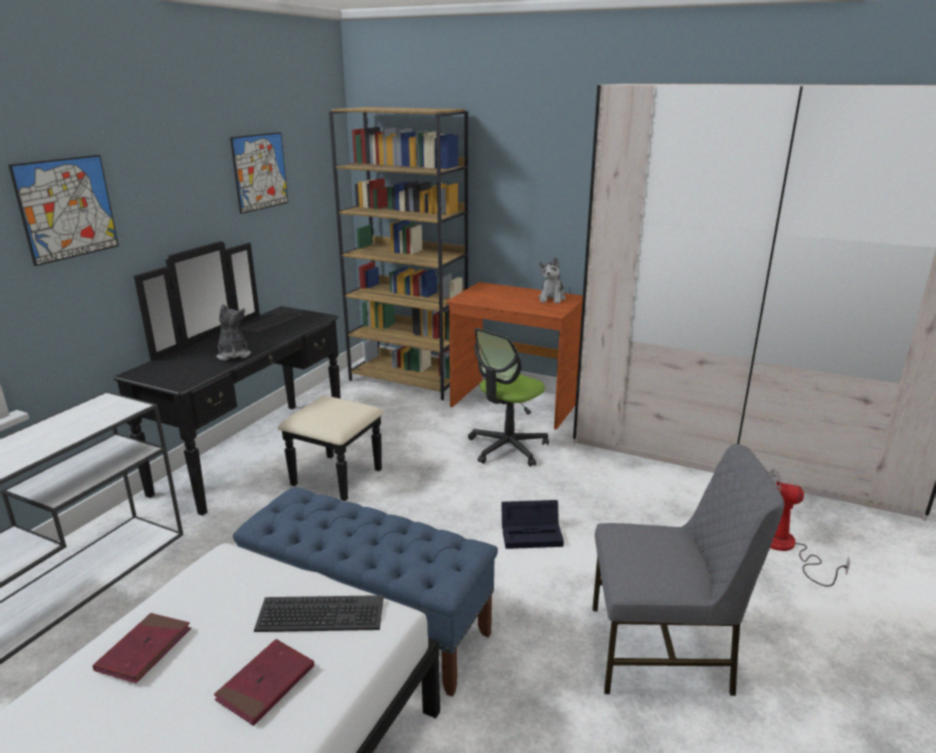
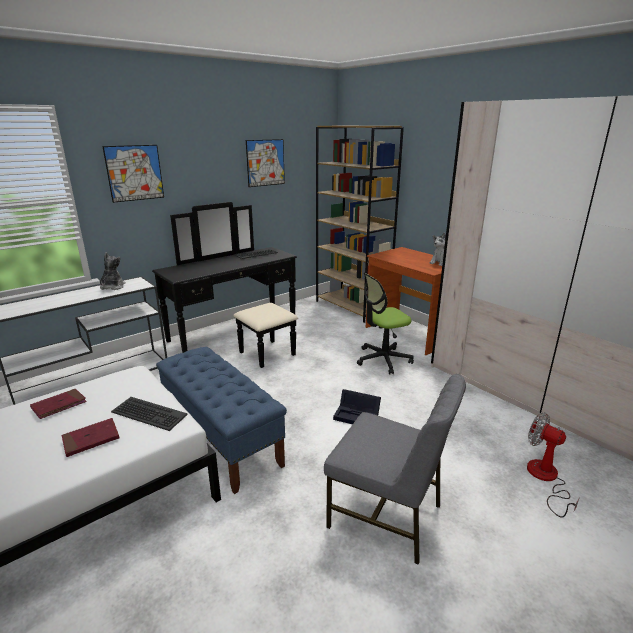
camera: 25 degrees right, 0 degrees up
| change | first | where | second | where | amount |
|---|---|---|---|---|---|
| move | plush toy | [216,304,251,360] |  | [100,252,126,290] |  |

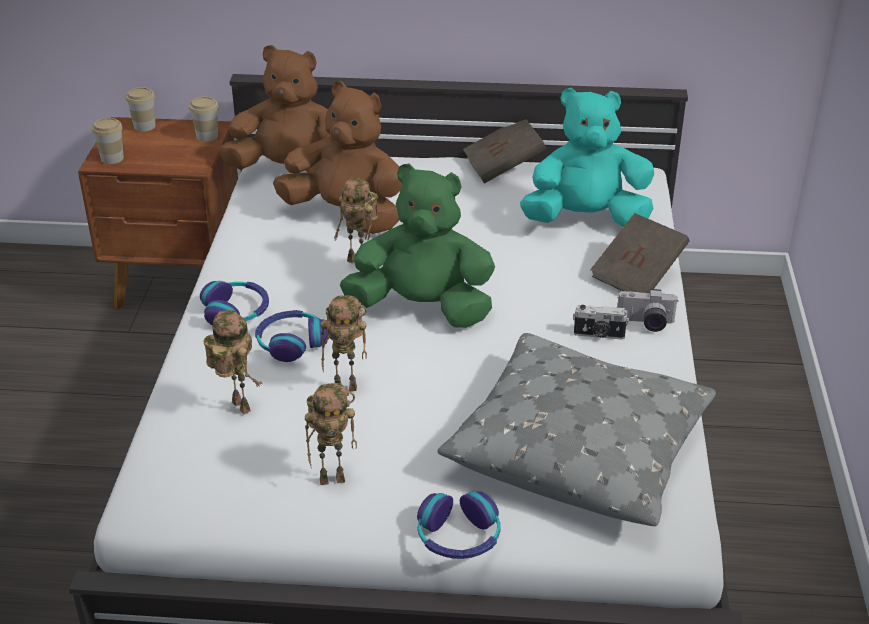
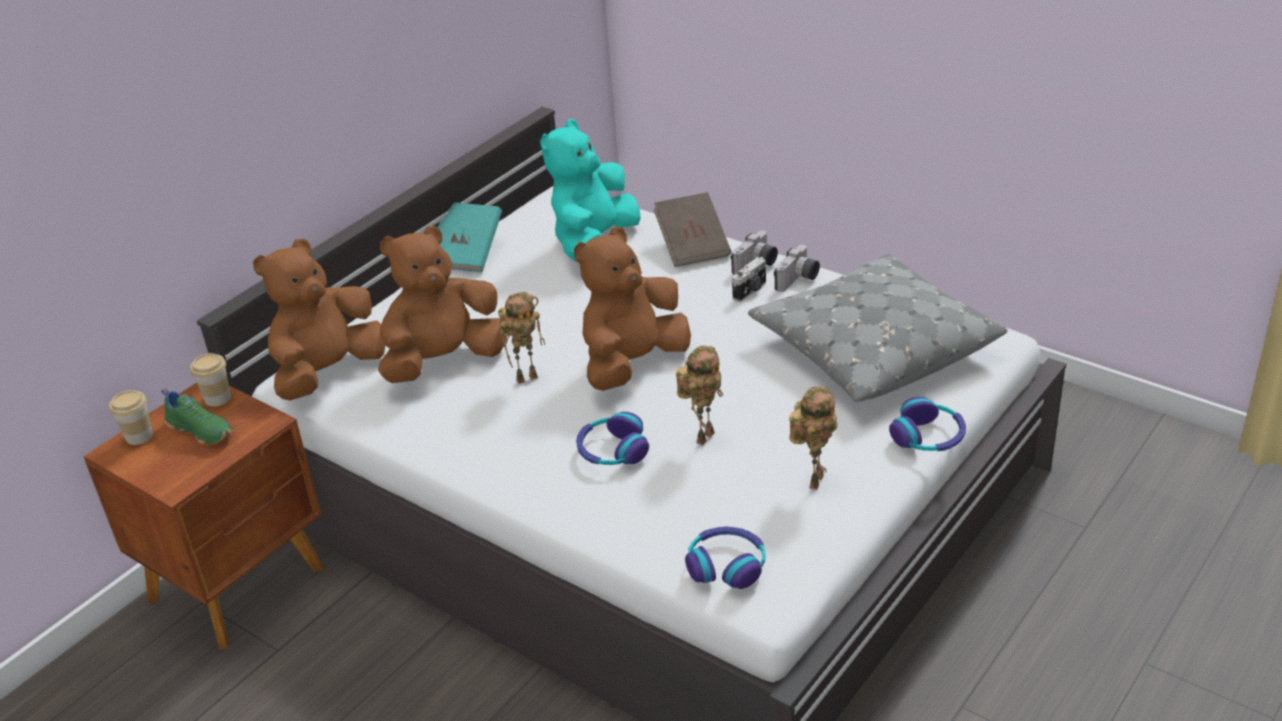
camera: 55 degrees left, 0 degrees up
| change | first | where | second | where | amount |
|---|---|---|---|---|---|
| delete | cup | [92,118,124,164] |  |  |  |
| move | headset | [200,281,269,326] |  | [685,527,766,589] |  |
| delete | robot figure | [203,310,262,414] |  |  |  |
| recolor | greenish plush toy | [340,163,495,328] | brown plush toy | [574,227,691,391] |  |
| recolor | brown book | [463,119,546,184] | turquoise book | [438,202,502,272] |  |
| insert |  |  | greenish shoe | [161,388,233,445] |  |
| insert |  |  | photo camera | [774,245,820,292] |  |

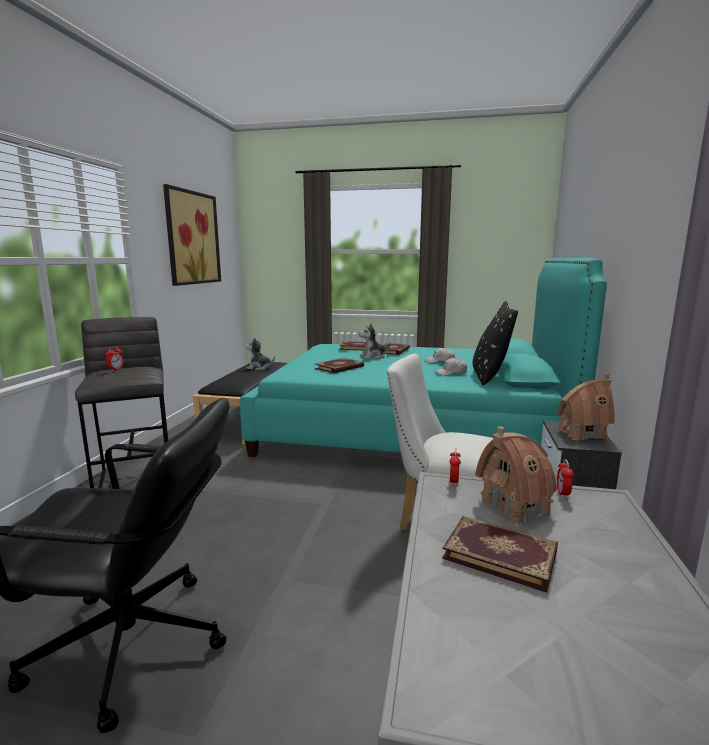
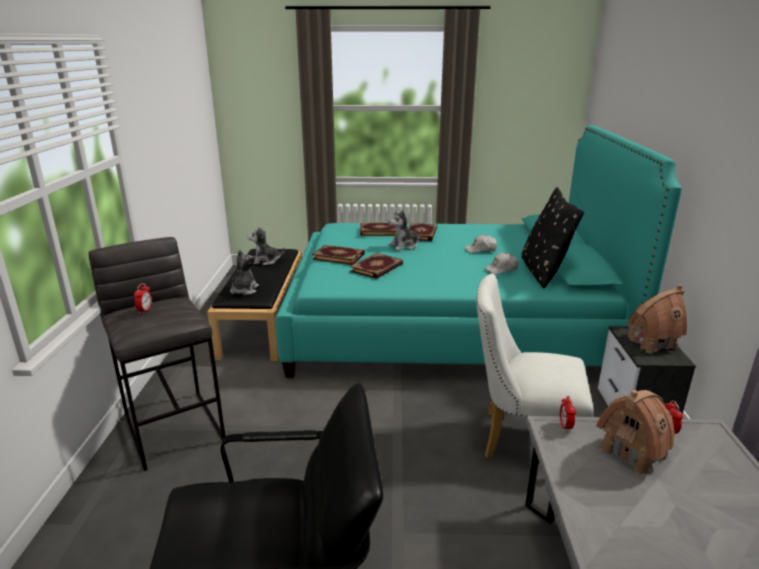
camera: 10 degrees left, 10 degrees up
| change | first | where | second | where | amount |
|---|---|---|---|---|---|
| delete | wall picture | [163,184,221,286] |  |  |  |
| move | book | [442,516,558,592] |  | [312,245,365,265] |  |
| insert |  |  | plush toy | [230,249,259,295] |  |

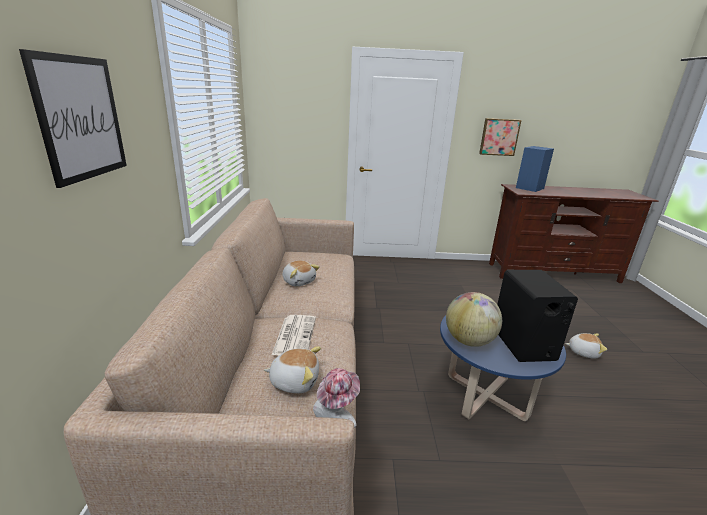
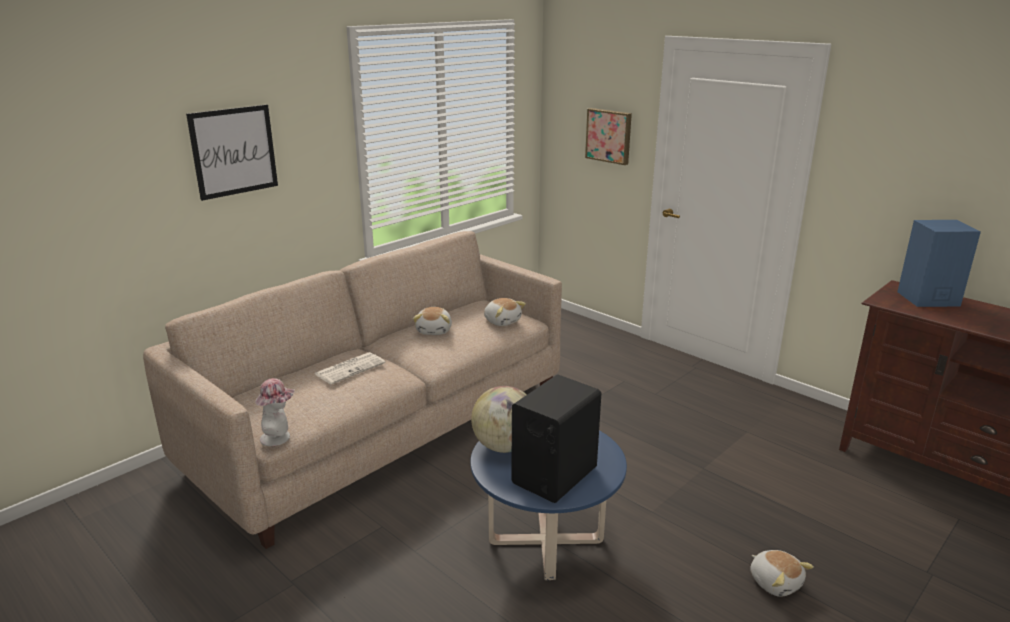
camera: 45 degrees right, 0 degrees up
| change | first | where | second | where | amount |
|---|---|---|---|---|---|
| move | plush toy | [264,347,321,393] |  | [484,298,526,326] |  |
| move | wall picture | [479,118,522,156] |  | [585,108,632,165] |  |

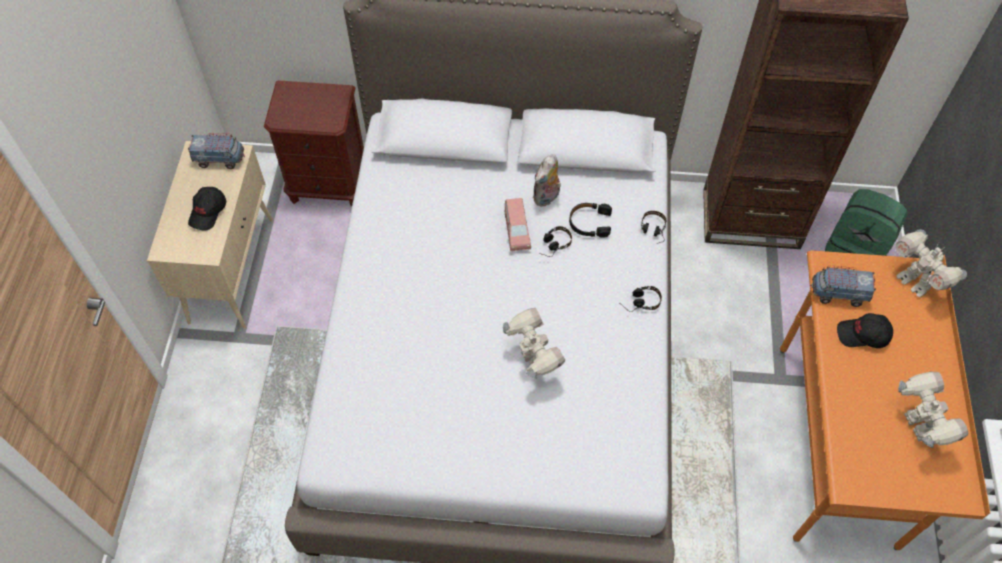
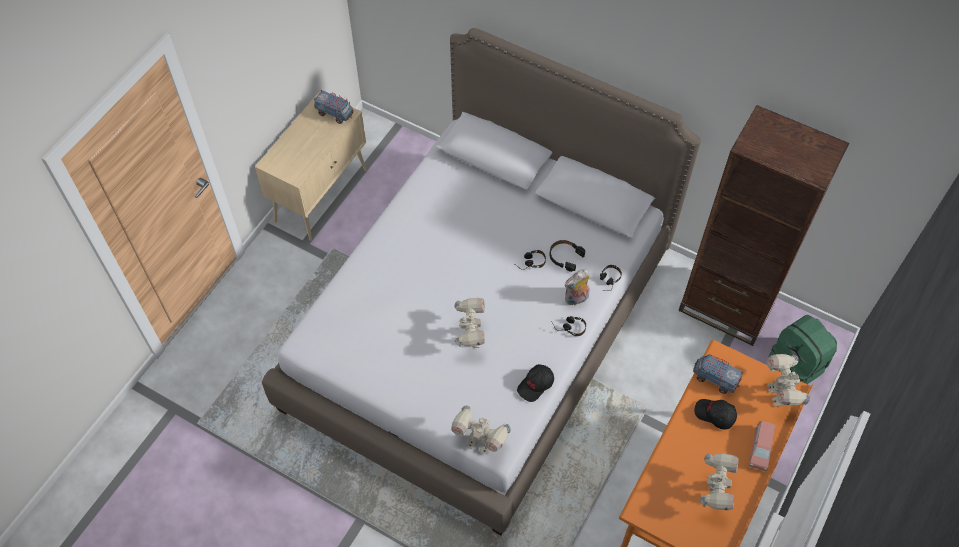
camera: 25 degrees right, 0 degrees up
| change | first | where | second | where | amount |
|---|---|---|---|---|---|
| move | black baseball cap | [188,187,226,231] |  | [517,364,554,402] |  |
| delete | brown nightstand | [264,80,364,206] |  |  |  |
| move | pink-coloured miniature car | [505,198,531,251] |  | [748,421,776,472] |  |
| move | plush toy | [533,154,561,207] |  | [565,269,590,305] |  |
| insert |  |  | robot figure | [451,406,511,454] |  |

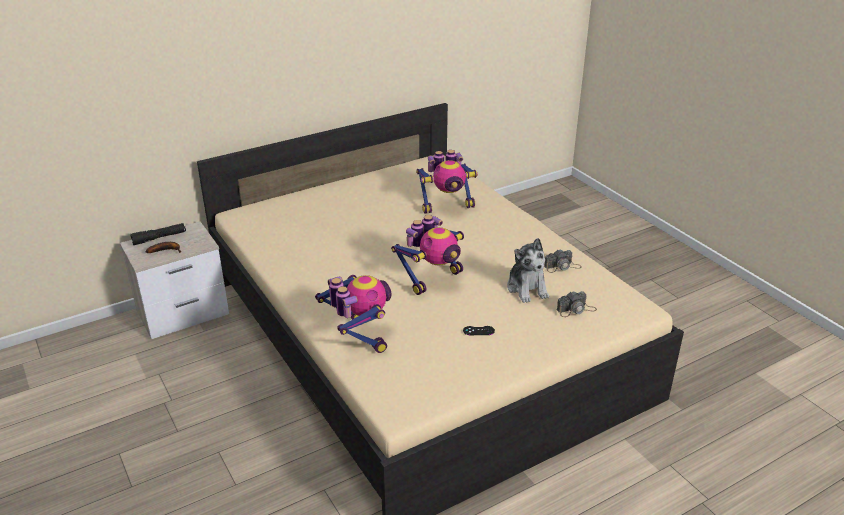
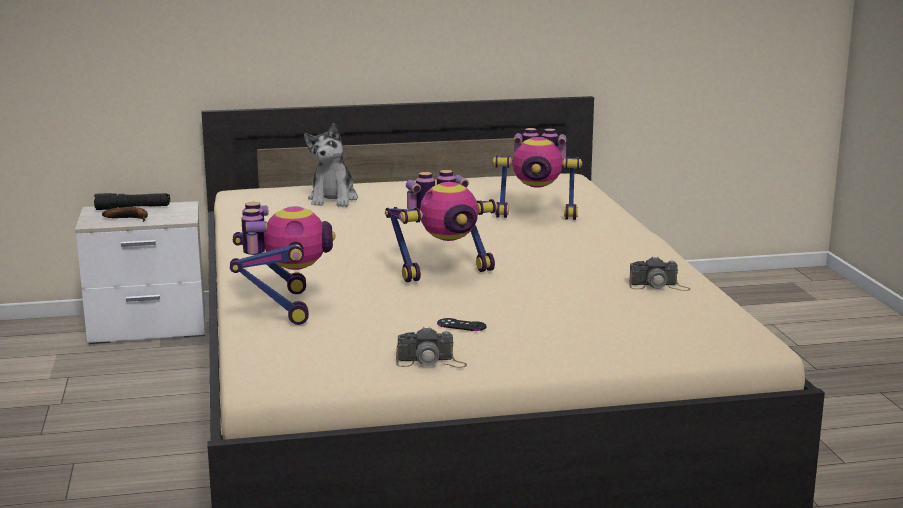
camera: 20 degrees right, 15 degrees down
| change | first | where | second | where | amount |
|---|---|---|---|---|---|
| move | plush toy | [507,238,549,303] |  | [304,123,358,207] |  |
| move | photo camera | [557,291,597,317] |  | [396,326,467,368] |  |

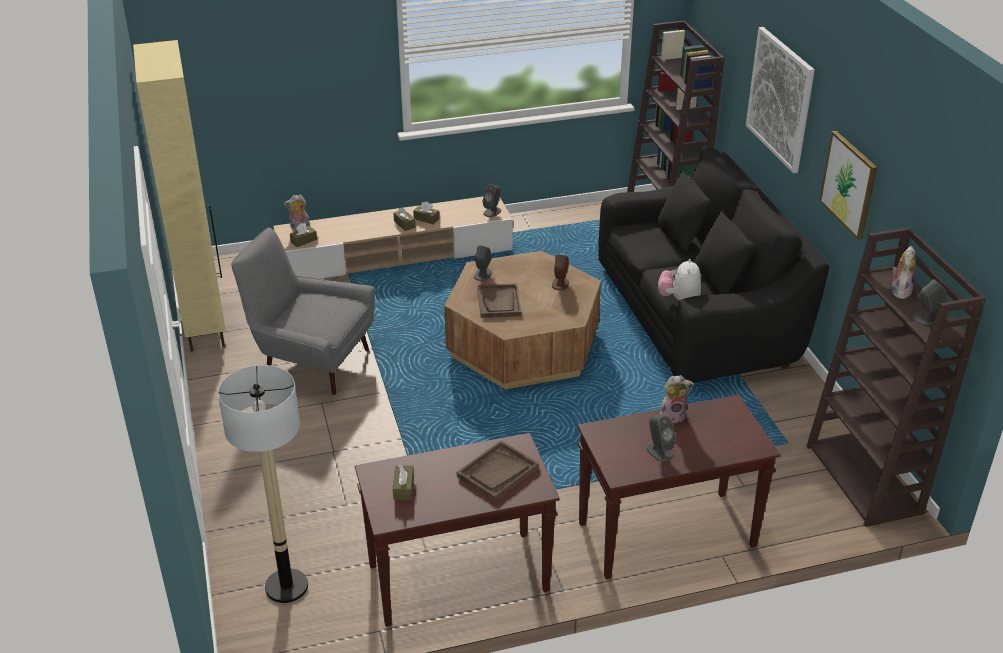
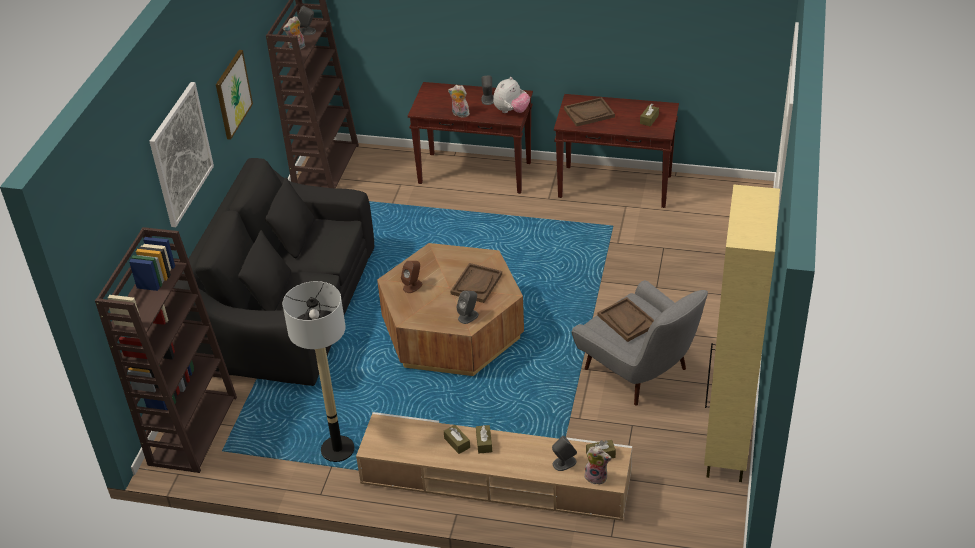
camera: 150 degrees left, 5 degrees up
| change | first | where | second | where | amount |
|---|---|---|---|---|---|
| move | floor lamp | [218,365,308,603] |  | [283,281,355,462] |  |
| move | grey speaker | [483,184,501,217] |  | [552,436,577,471] |  |
| move | plush toy | [658,259,701,301] |  | [493,77,530,113] |  |
| insert |  |  | brown serving tray | [598,297,654,342] |  |

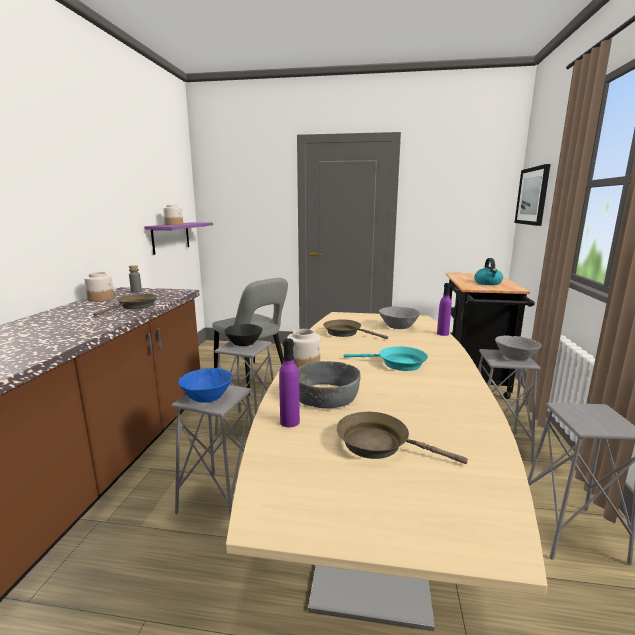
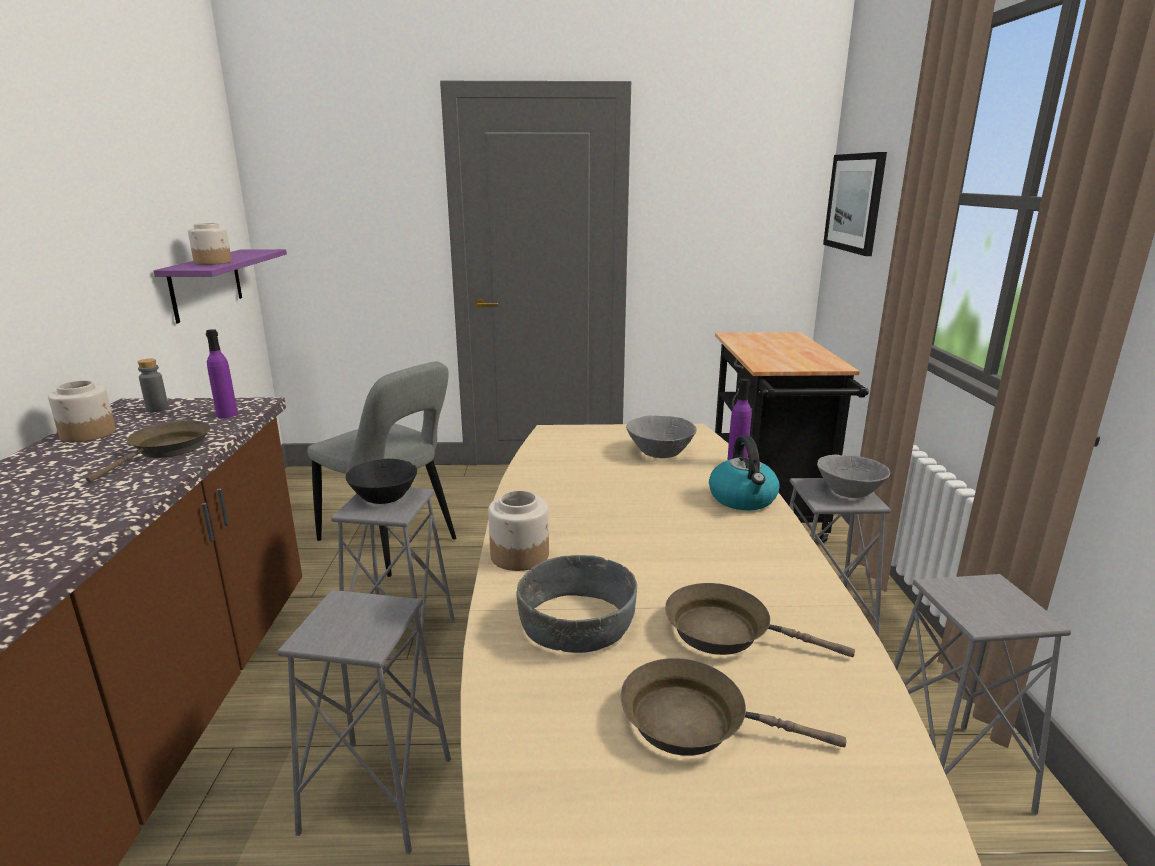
camera: 10 degrees left, 5 degrees up
| change | first | where | second | where | amount |
|---|---|---|---|---|---|
| delete | blue-coloured bowl | [178,368,233,403] |  |  |  |
| move | purple drink bottle | [279,339,300,427] |  | [206,329,238,418] |  |
| move | brown frying pan | [323,320,388,339] |  | [665,583,855,657] |  |
| delete | turquoise frying pan | [344,346,428,371] |  |  |  |
| move | kettle | [474,258,503,285] |  | [709,436,780,510] |  |

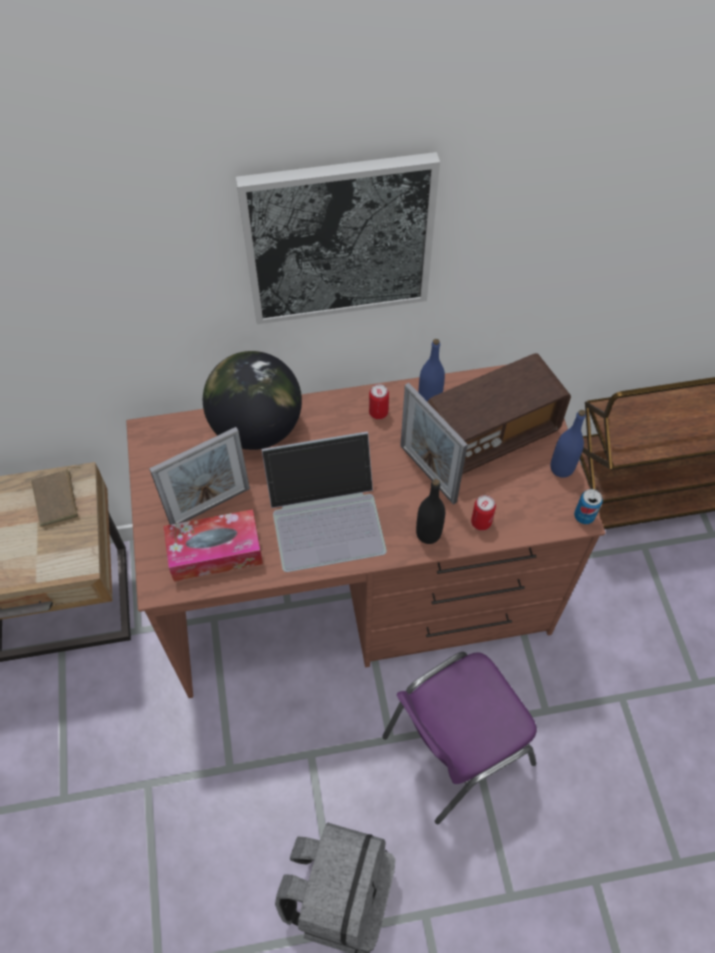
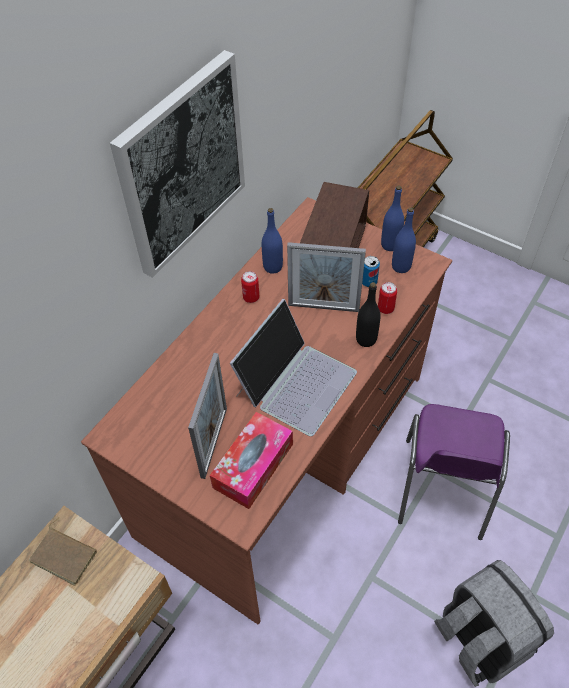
camera: 45 degrees left, 5 degrees down
| change | first | where | second | where | amount |
|---|---|---|---|---|---|
| delete | desk globe | [203,351,302,450] |  |  |  |
| move | metal can | [574,489,603,524] |  | [362,256,380,287] |  |
| insert |  |  | blue-coloured drink bottle | [392,207,416,273] |  |

